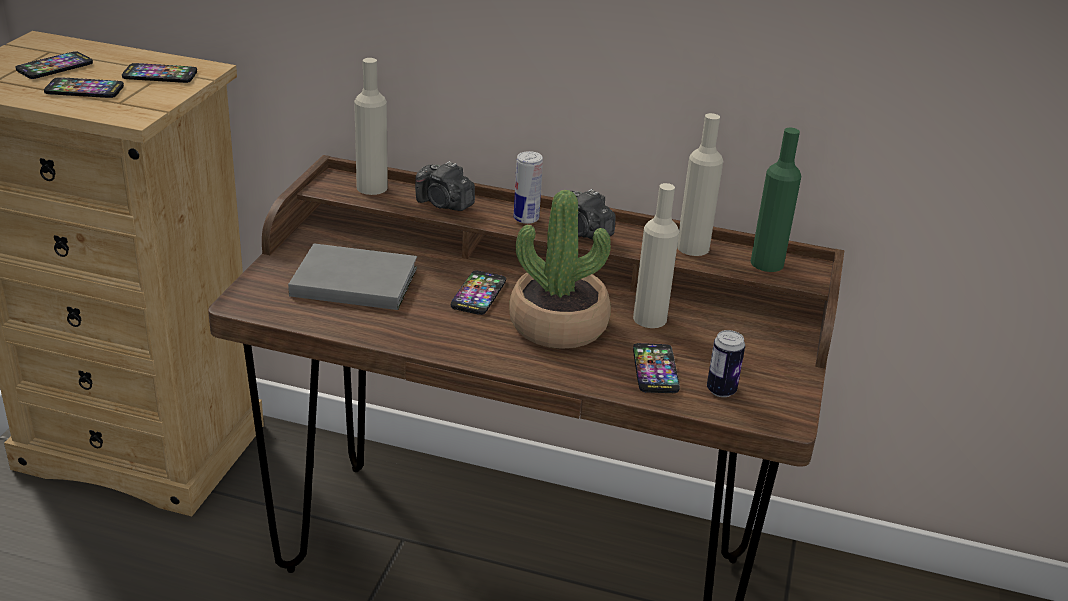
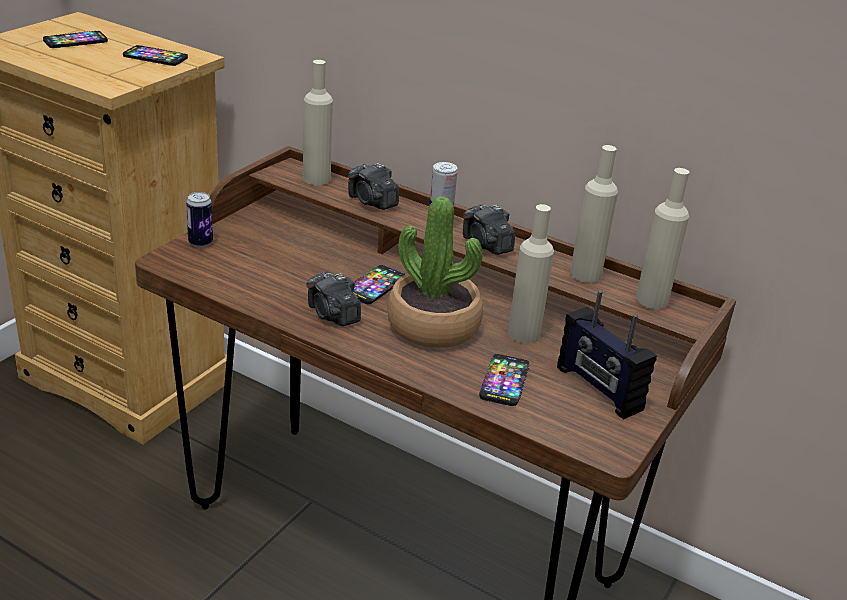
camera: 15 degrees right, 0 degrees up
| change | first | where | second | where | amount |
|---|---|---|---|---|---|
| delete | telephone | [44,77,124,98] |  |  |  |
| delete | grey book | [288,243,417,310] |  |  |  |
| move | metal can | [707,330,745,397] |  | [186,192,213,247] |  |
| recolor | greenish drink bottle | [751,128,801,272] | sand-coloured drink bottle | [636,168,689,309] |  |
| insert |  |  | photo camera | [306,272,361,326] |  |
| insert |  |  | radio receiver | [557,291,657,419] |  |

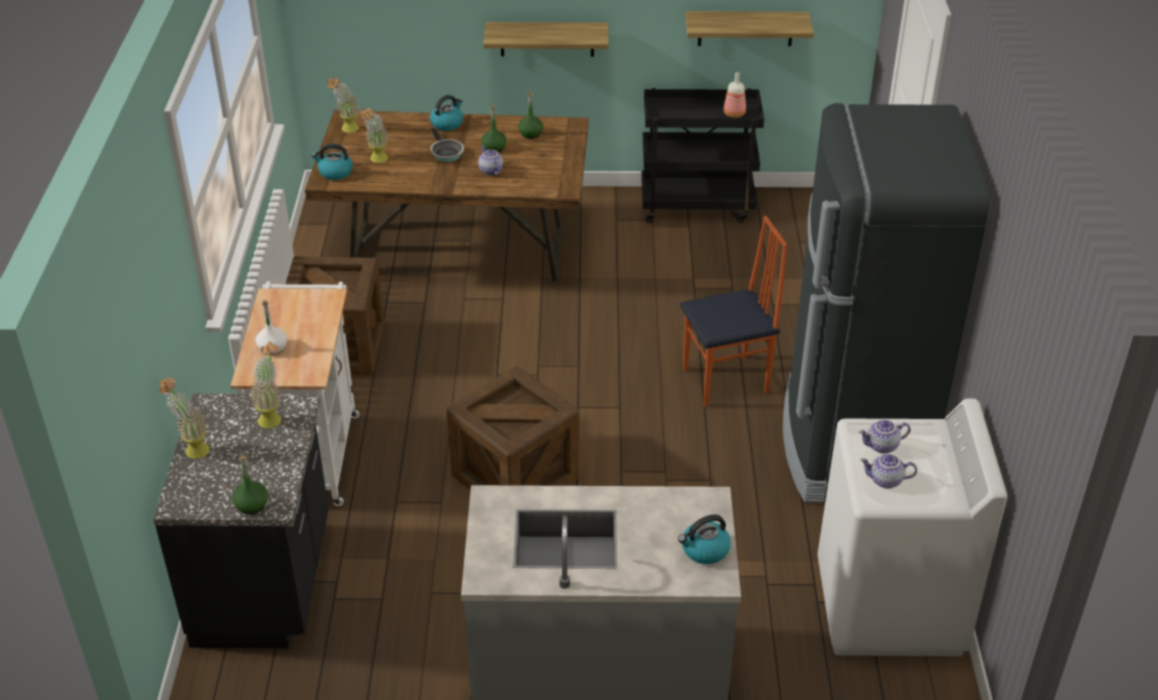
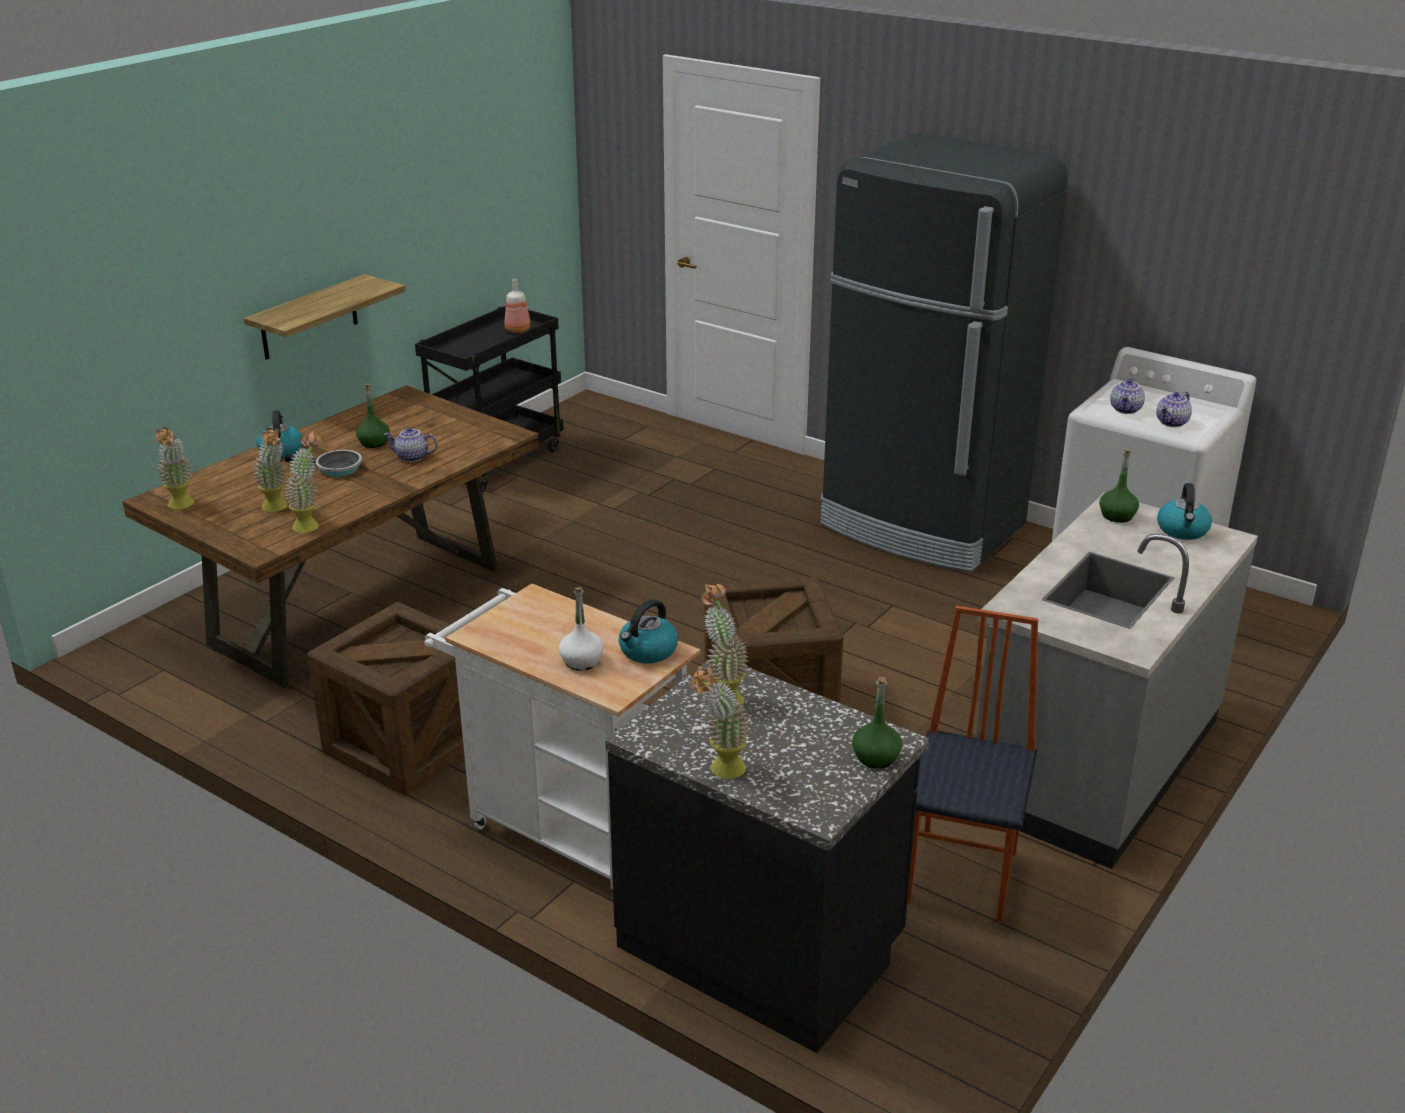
camera: 55 degrees left, 10 degrees down
| change | first | where | second | where | amount |
|---|---|---|---|---|---|
| move | kettle | [312,144,353,180] |  | [619,599,678,663] |  |
| move | greenish drink bottle | [518,91,543,139] |  | [1099,449,1139,523] |  |
| move | upright chair | [680,216,787,407] |  | [907,606,1039,923] |  |
| delete | shelf | [685,11,814,46] |  |  |  |
| insert |  |  | plant in a pot | [284,431,321,533] |  |

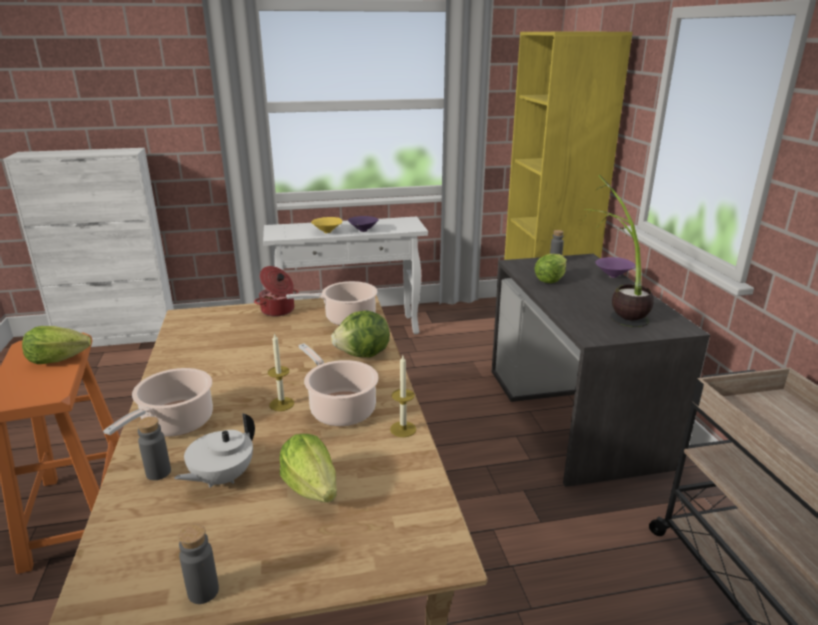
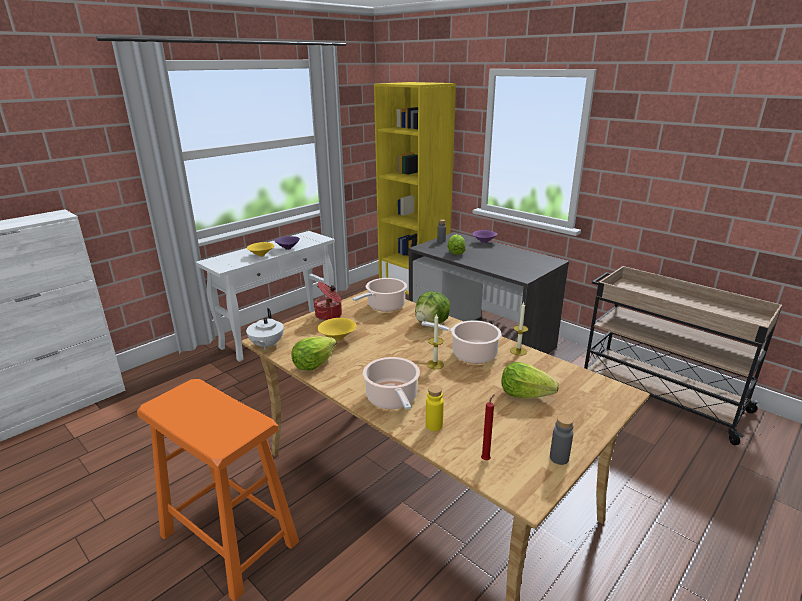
camera: 35 degrees left, 0 degrees up
| change | first | where | second | where | amount |
|---|---|---|---|---|---|
| move | lettuce head | [22,326,91,364] |  | [292,336,336,371] |  |
| recolor | grey drink bottle | [137,417,171,480] | yellow drink bottle | [426,385,444,431] |  |
| move | white pot for tea | [174,413,255,488] |  | [246,308,284,350] |  |
| delete | plant in a pot | [583,175,654,327] |  |  |  |
| insert |  |  | yellow bowl | [317,318,357,341] |  |
| insert |  |  | red-coloured candle | [481,394,495,460] |  |

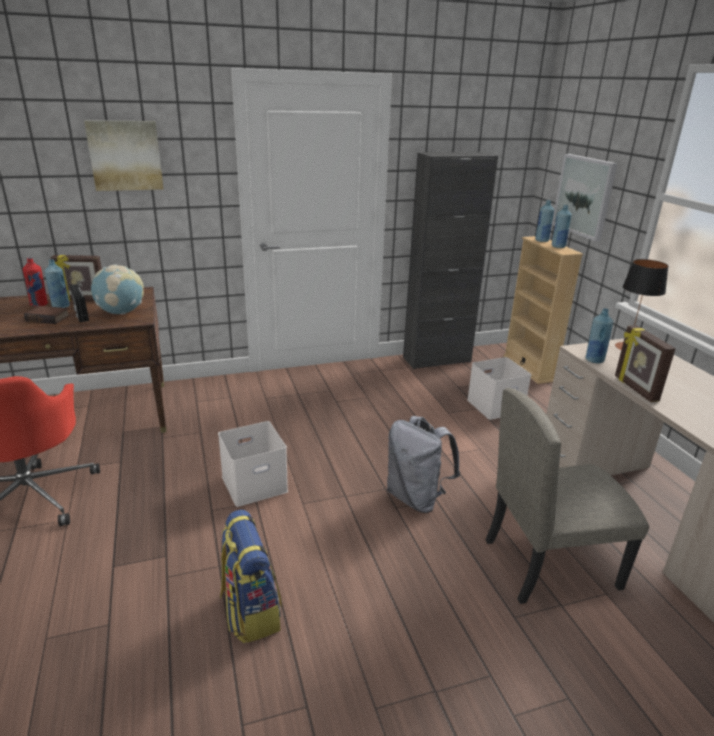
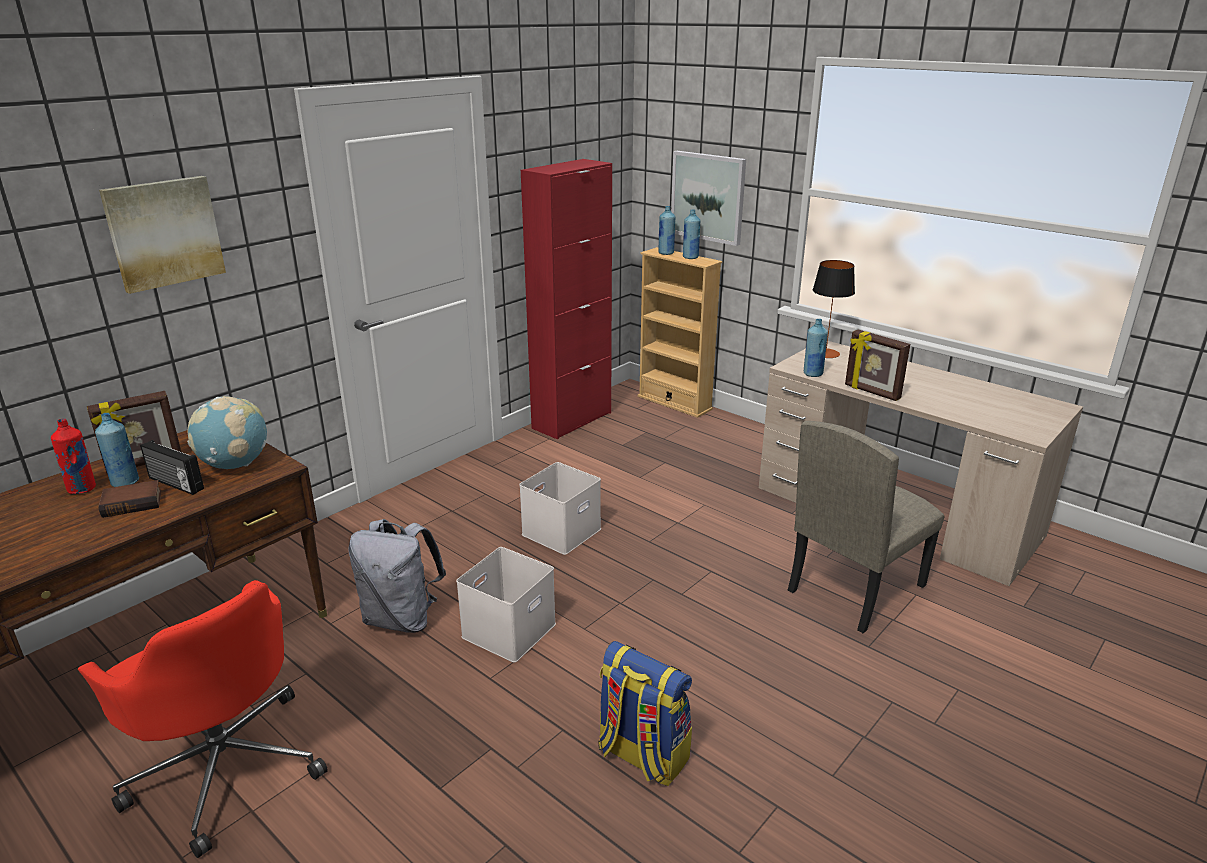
camera: 30 degrees left, 0 degrees up
| change | first | where | second | where | amount |
|---|---|---|---|---|---|
| move | grey backpack | [387,416,460,513] |  | [348,519,446,633] |  |
| recolor | black cupboard | [403,152,498,369] | red-coloured cupboard | [521,159,612,439] |  |
| move | white storage container | [467,357,531,420] |  | [519,462,601,555] |  |

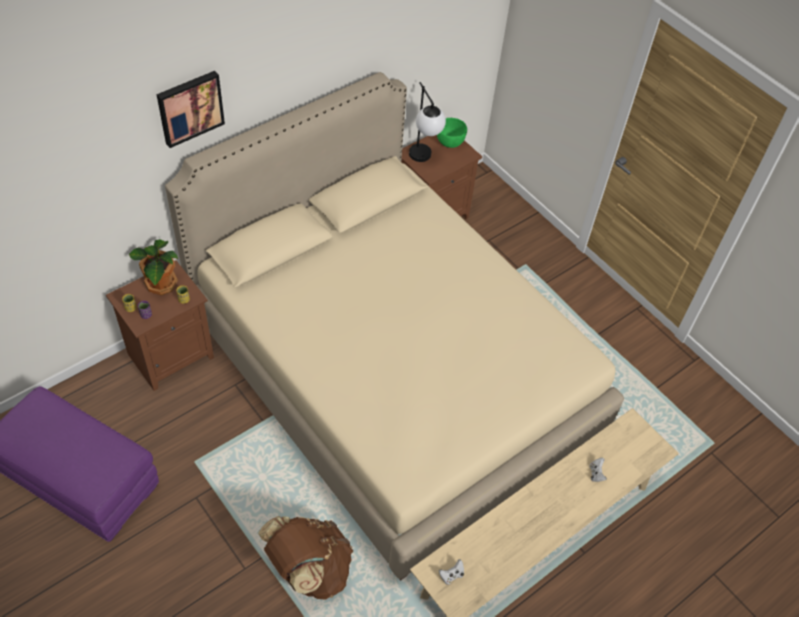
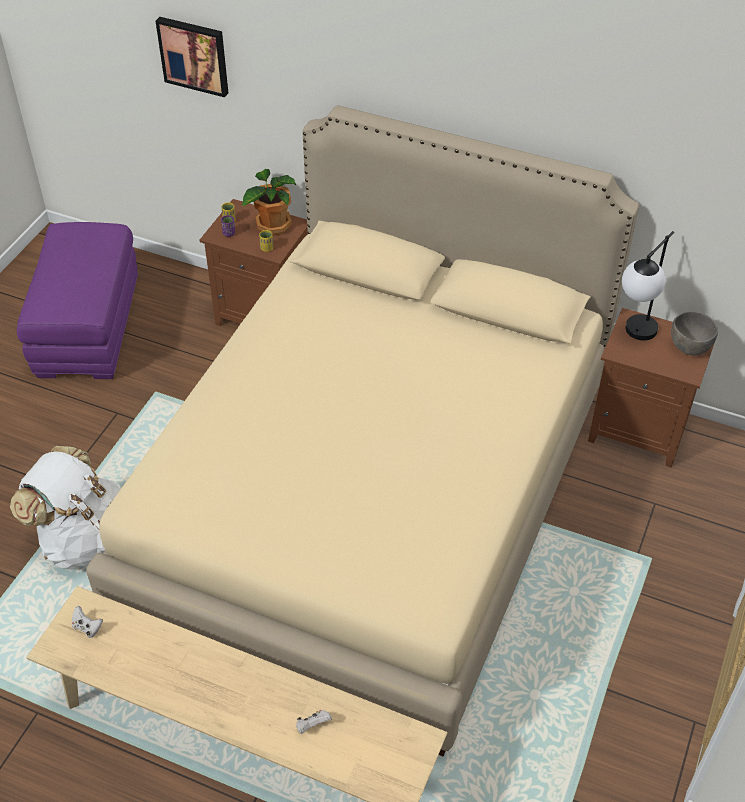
camera: 65 degrees right, 5 degrees down
| change | first | where | second | where | amount |
|---|---|---|---|---|---|
| move | wall picture | [156,71,225,148] |  | [156,17,228,97] |  |
| recolor | brown backpack | [258,516,353,600] | white backpack | [10,446,121,570] |  |
| recolor | greenish bowl | [437,118,467,148] | grey bowl | [671,311,718,356] |  |

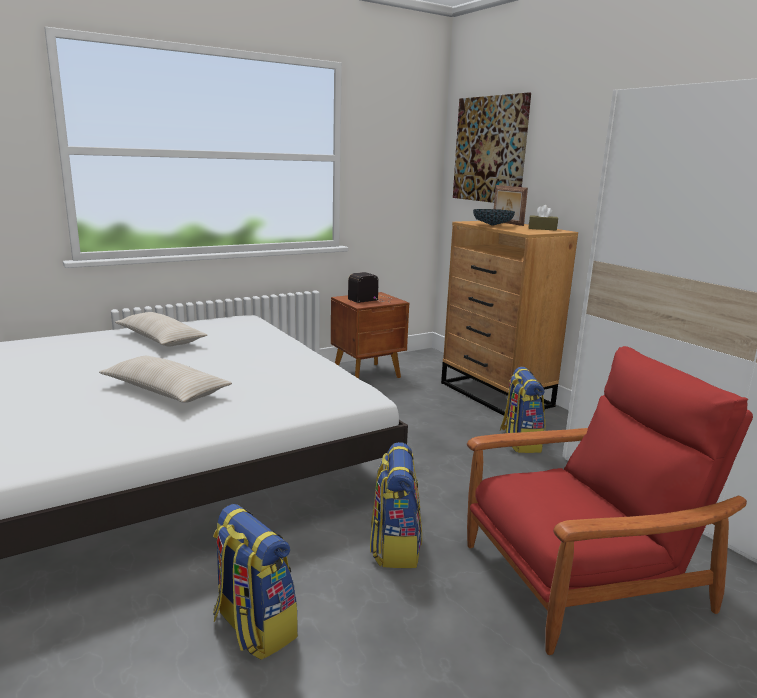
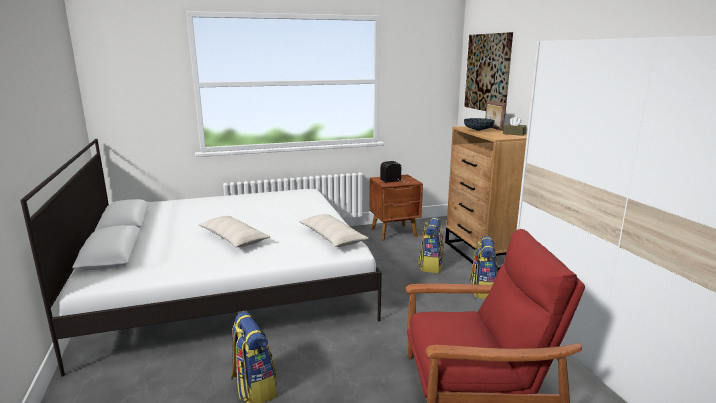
camera: 15 degrees right, 0 degrees up
| change | first | where | second | where | amount |
|---|---|---|---|---|---|
| move | sand-coloured pillow | [115,312,207,346] |  | [299,214,369,247] |  |
| move | backpack | [370,442,422,568] |  | [418,217,444,273] |  |

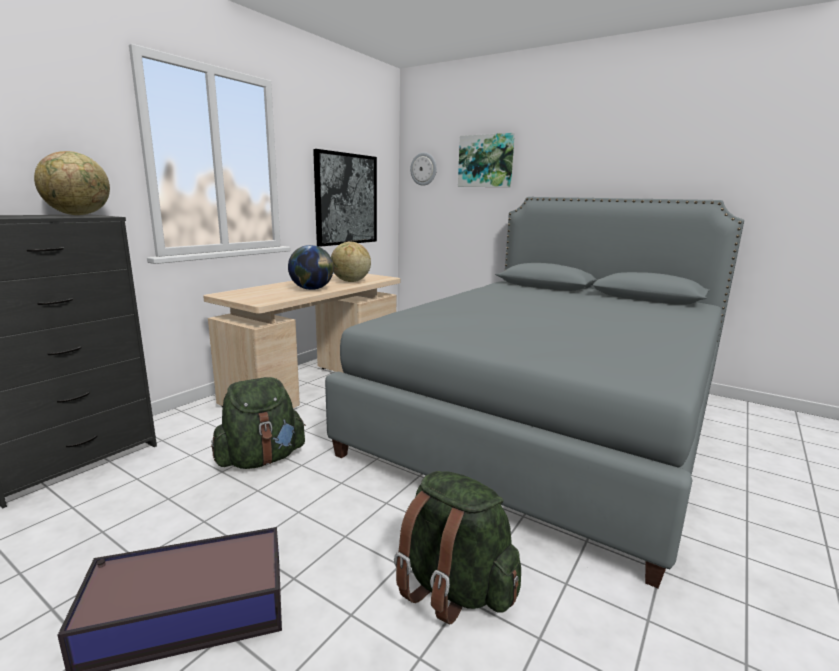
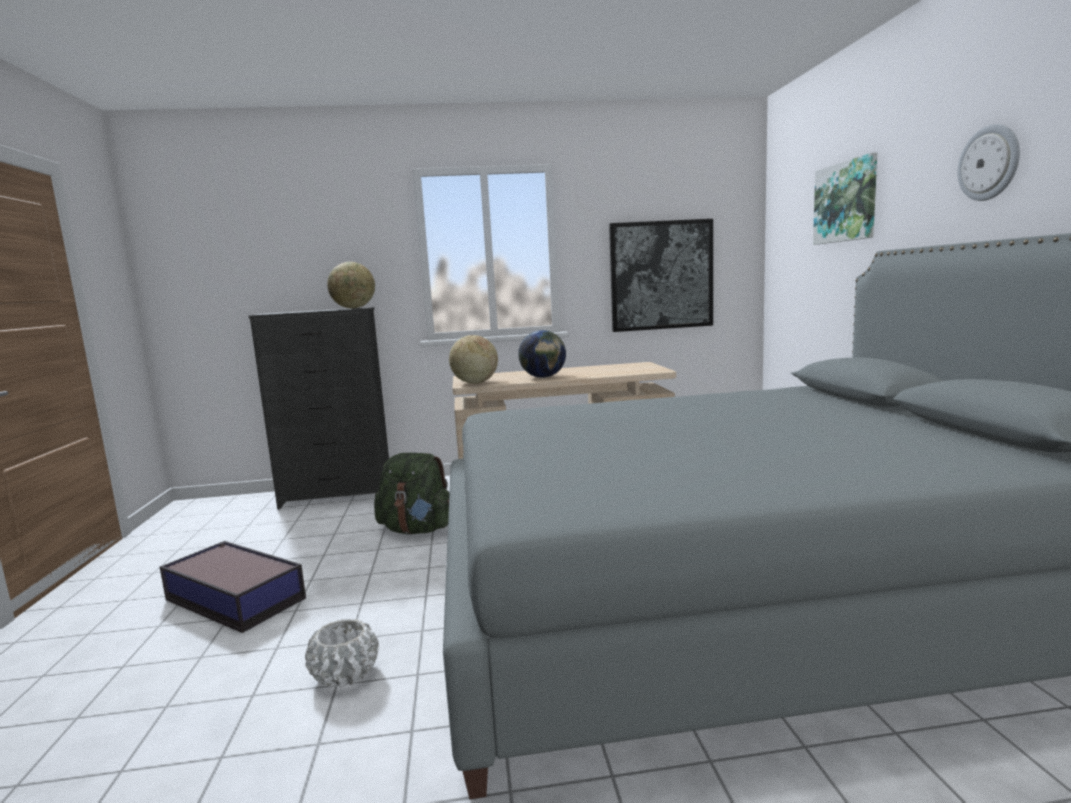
camera: 50 degrees right, 5 degrees down
| change | first | where | second | where | amount |
|---|---|---|---|---|---|
| move | desk globe | [331,241,371,282] |  | [449,335,498,384] |  |
| replace | greenish backpack | [394,471,521,624] | white flower pot | [305,619,379,687] |  |
| move | wall clock | [410,152,437,186] |  | [957,124,1020,201] |  |

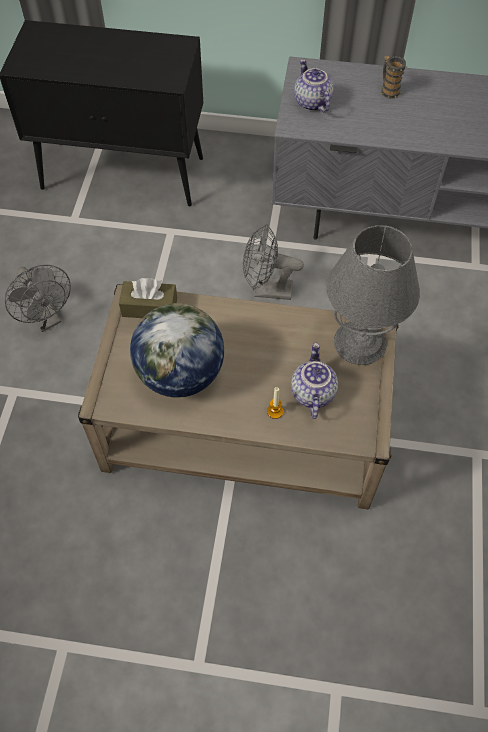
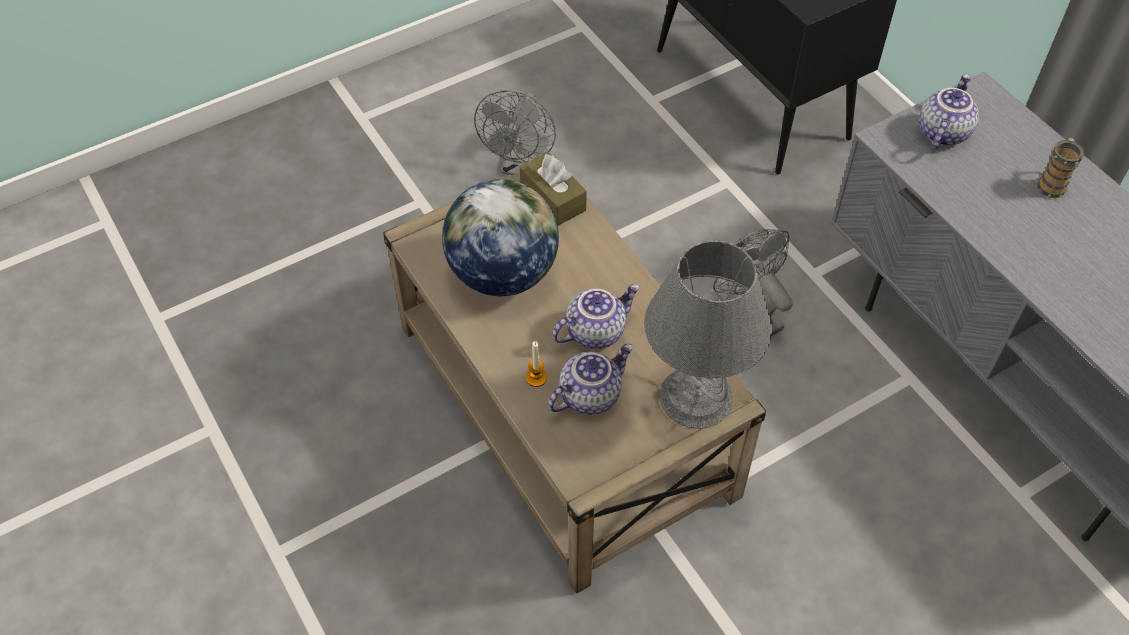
camera: 50 degrees right, 5 degrees down
| change | first | where | second | where | amount |
|---|---|---|---|---|---|
| insert |  |  | pot for tea | [552,284,640,349] |  |

